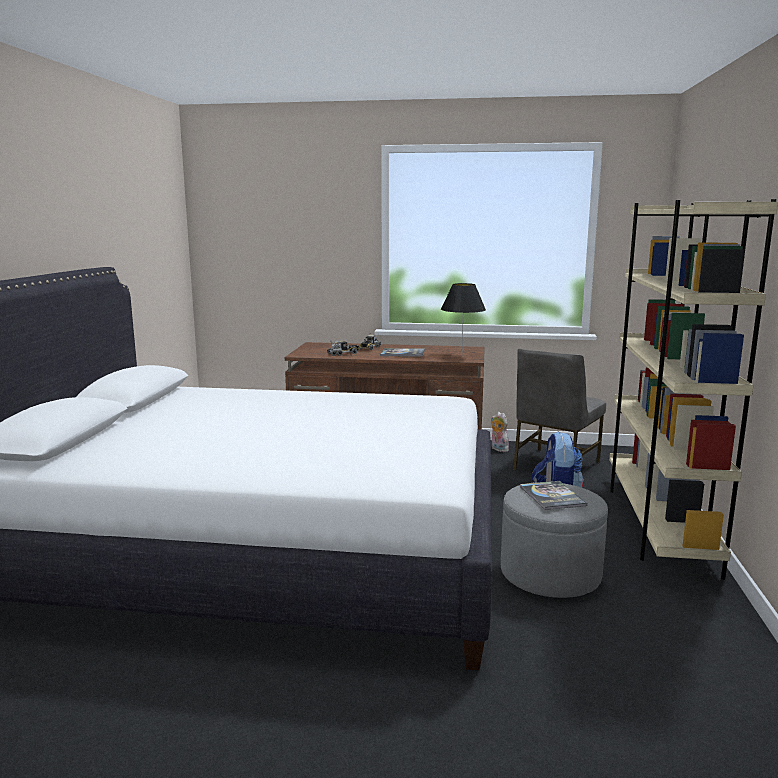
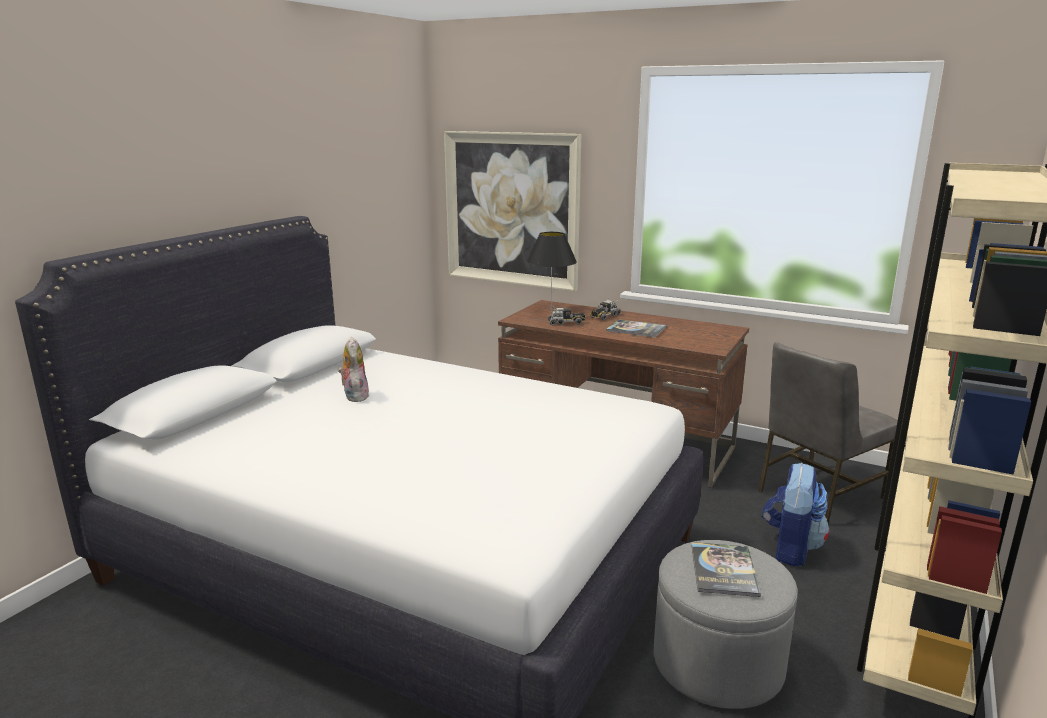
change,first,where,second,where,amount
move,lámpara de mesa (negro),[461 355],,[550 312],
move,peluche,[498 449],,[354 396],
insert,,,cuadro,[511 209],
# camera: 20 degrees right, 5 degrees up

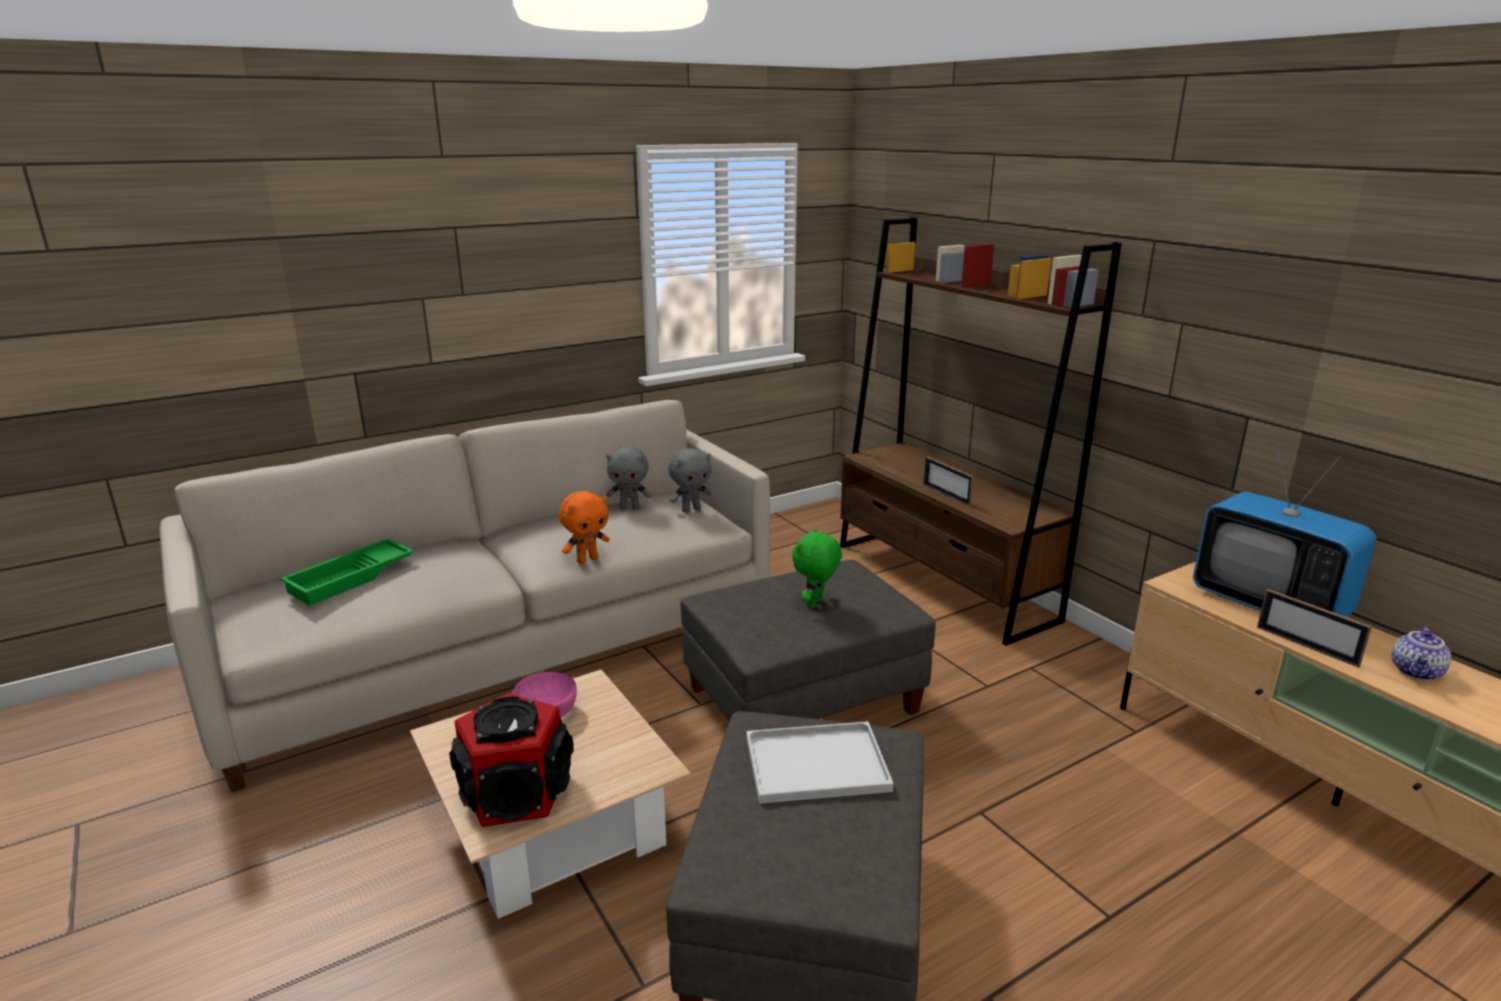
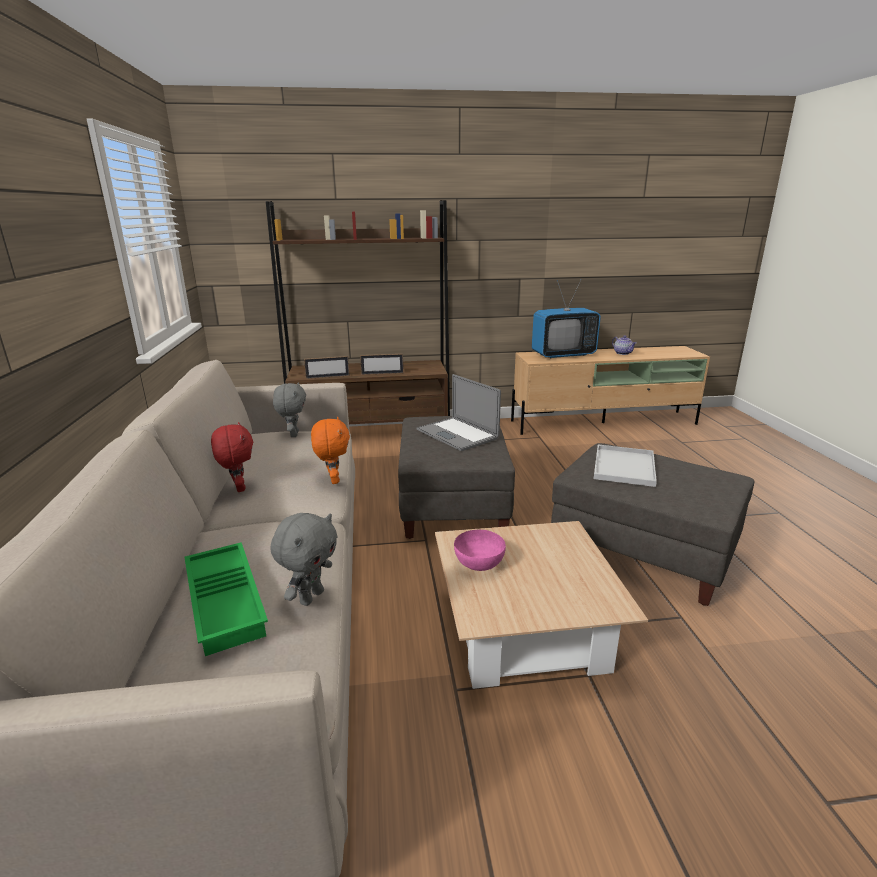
change,first,where,second,where,amount
move,peluche (gris),[630 508],,[311 597],
replace,peluche (verde),[815 604],portátil,[457 434],
move,portarretratos,[1306 646],,[327 377],
delete,altavoz,[517 793],,,
insert,,,peluche (rojo),[238 488],
# camera: 65 degrees left, 0 degrees up

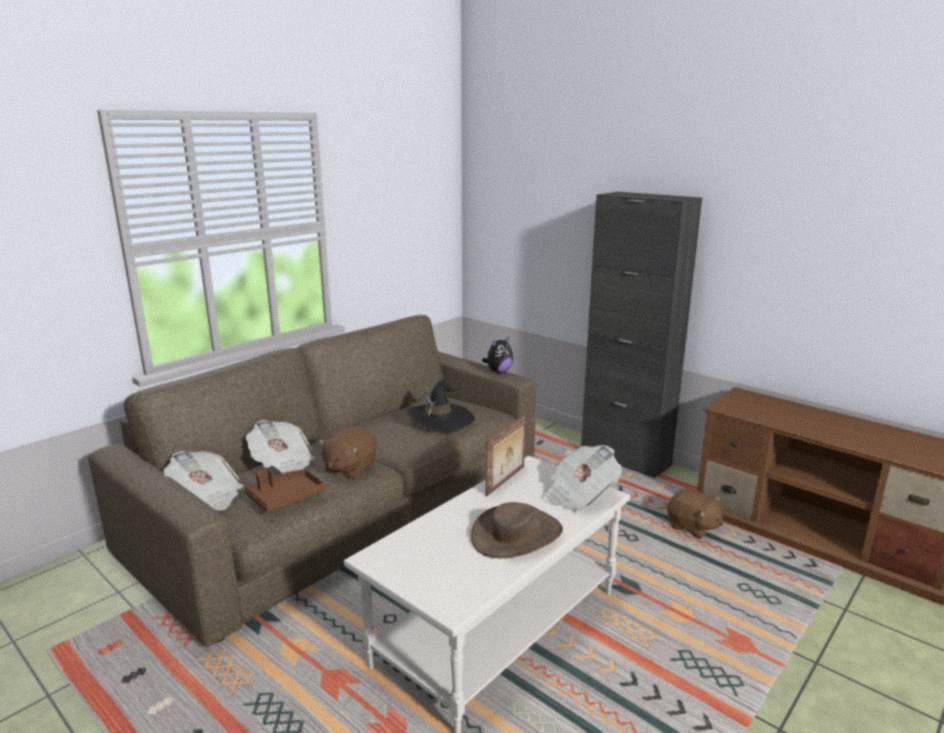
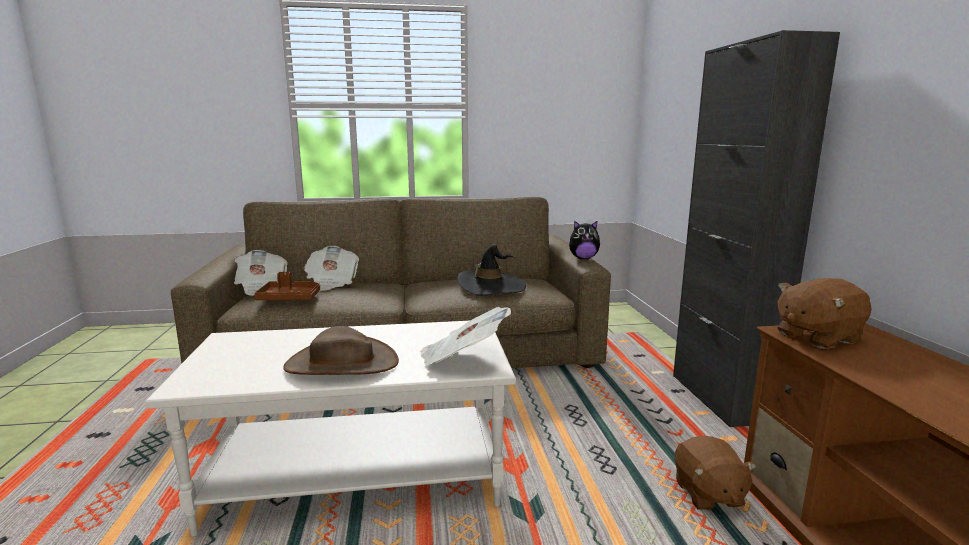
change,first,where,second,where,amount
delete,portarretratos,[506 481],,,
move,peluche (marrón),[349 469],,[816 337],
# camera: 40 degrees right, 5 degrees down

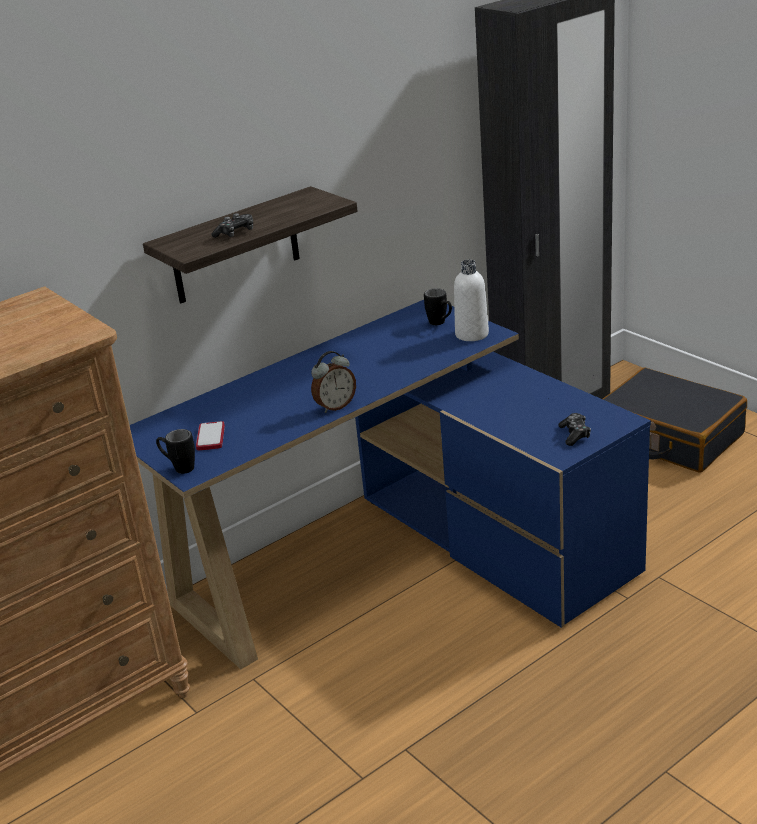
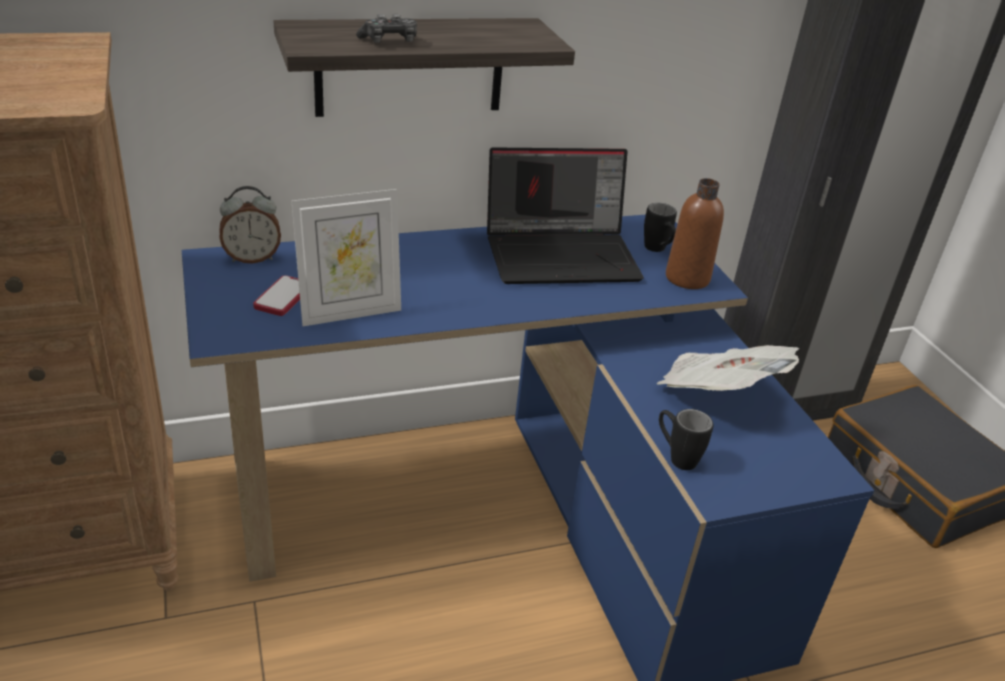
change,first,where,second,where,amount
recolor,botella (blanco),[472 334],botella (marrón),[687 278],
move,despertador,[335 406],,[252 258],
delete,mando de consola,[575 435],,,
move,taza grande (negro),[179 467],,[676 457],
insert,,,portátil,[562 254],
insert,,,portarretratos,[349 312],
insert,,,periódico,[717 393],
# camera: 15 degrees right, 5 degrees up

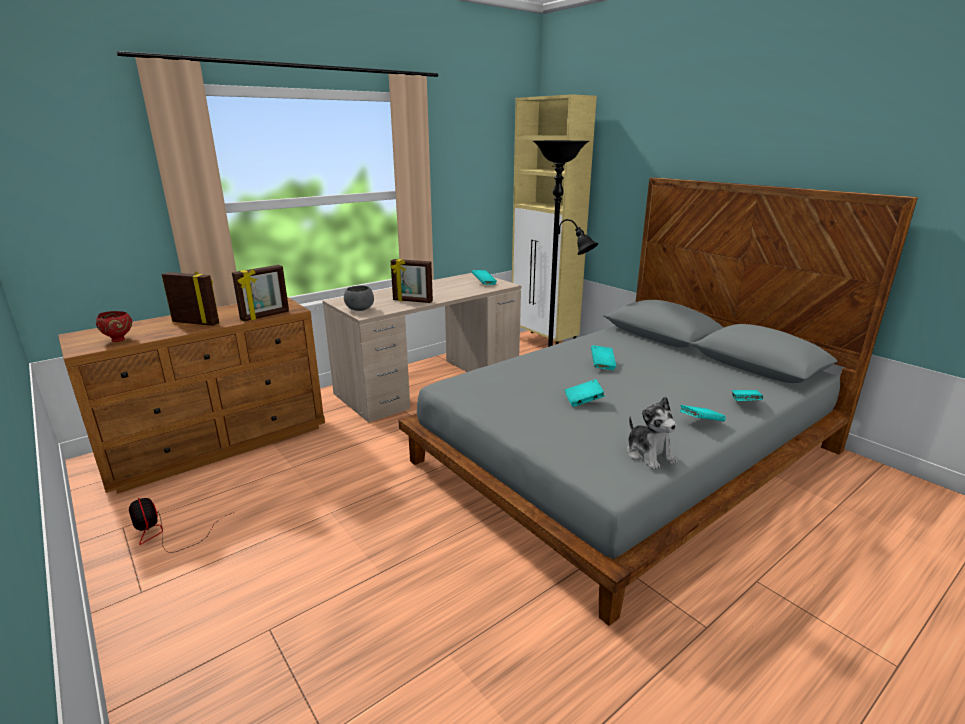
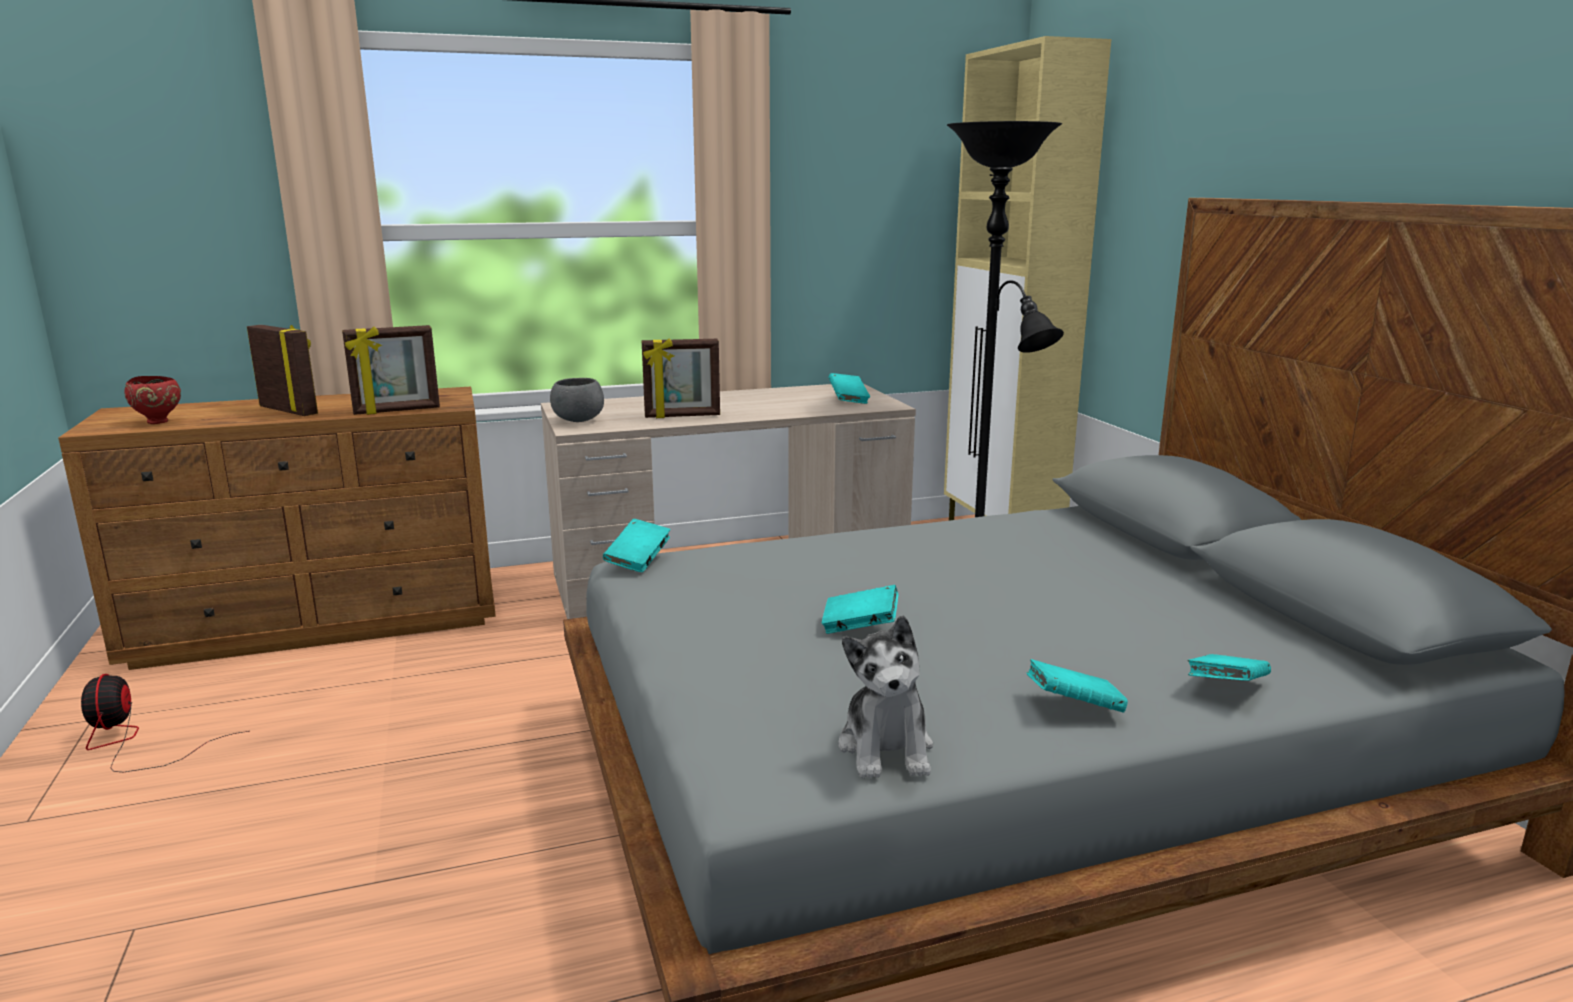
change,first,where,second,where,amount
rotate,portarretratos,[412 301],,[682 416],45 degrees counterclockwise
move,libro (turquesa),[602 365],,[638 561],
# camera: 20 degrees right, 5 degrees down

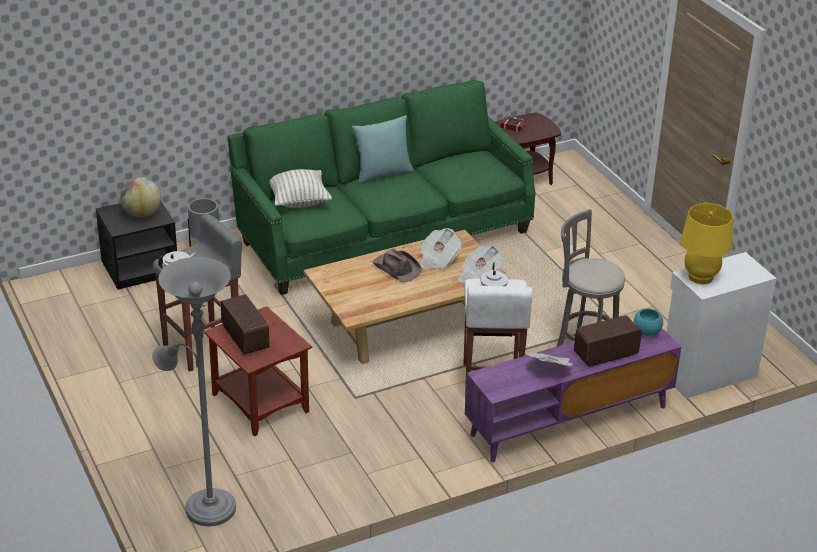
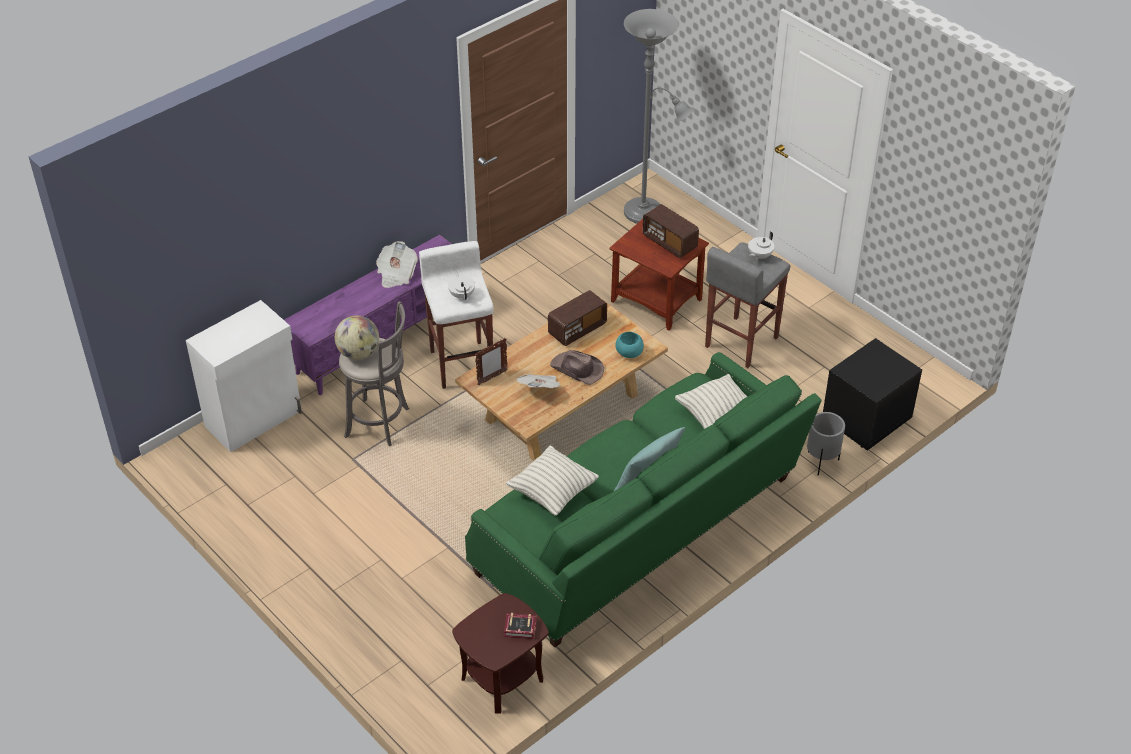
change,first,where,second,where,amount
move,globo terráqueo,[142 214],,[359 353],
delete,lámpara de mesa (amarillo),[700 277],,,
replace,periódico,[479 276],portarretratos,[492 378],
move,cuenco (turquesa),[647 331],,[629 353],
move,radio,[606 354],,[577 329],
insert,,,cojín,[552 492],
# camera: 165 degrees right, 10 degrees up

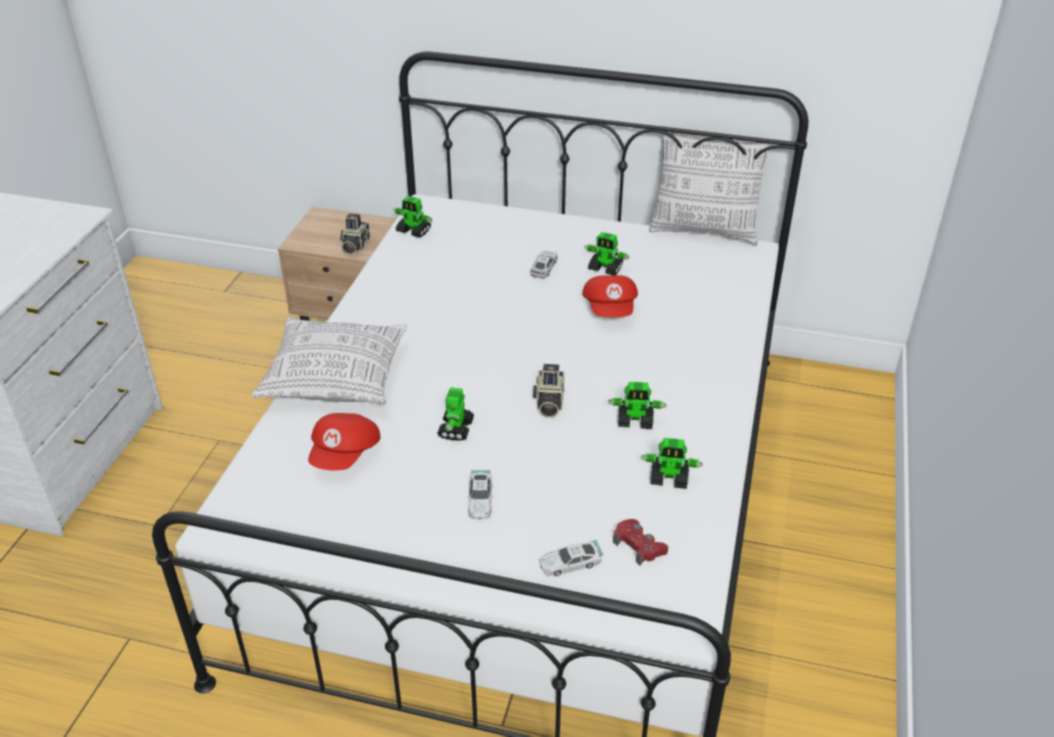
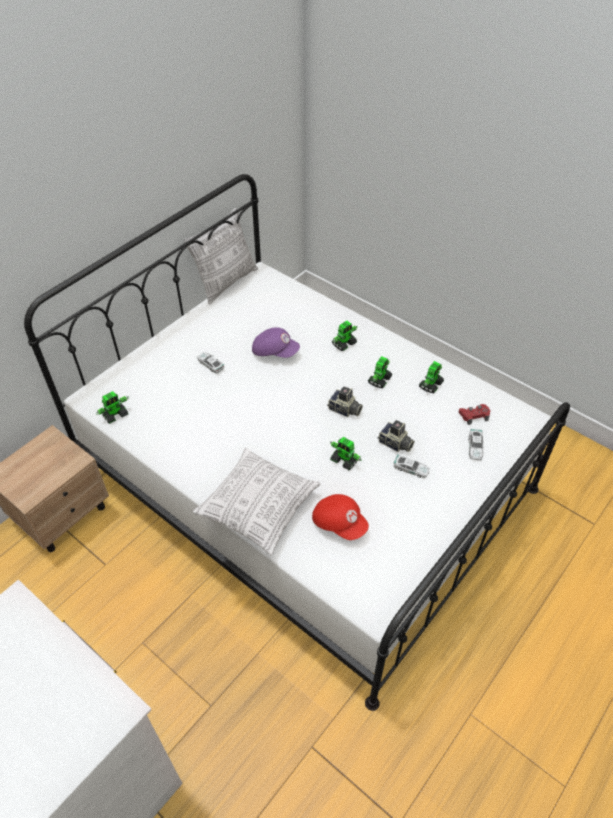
change,first,where,second,where,amount
move,cámara,[354 246],,[395 444],
move,robot de juguete,[605 268],,[344 343],
recolor,gorra (rojo),[610 309],gorra (morado),[275 351],
# camera: 65 degrees left, 10 degrees up

